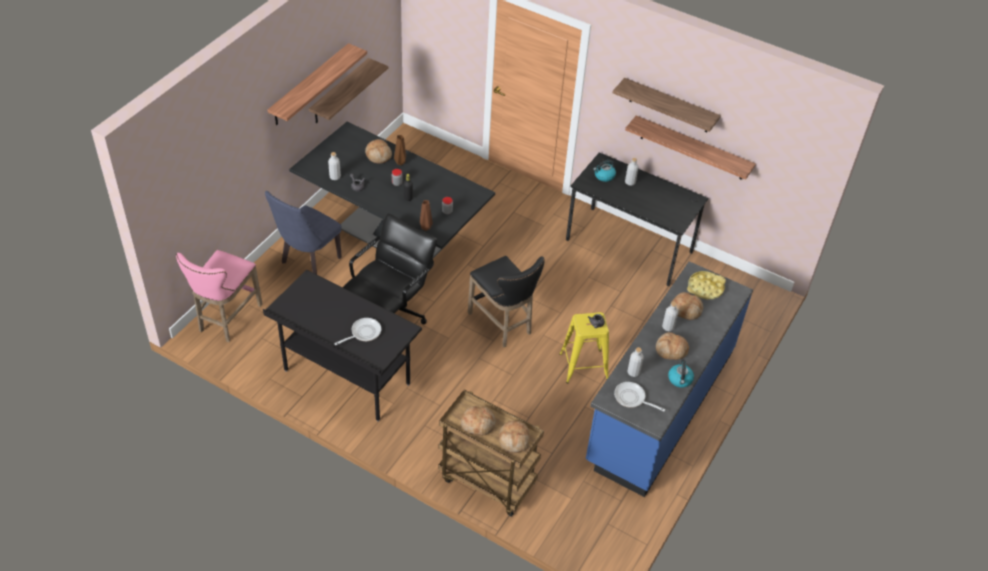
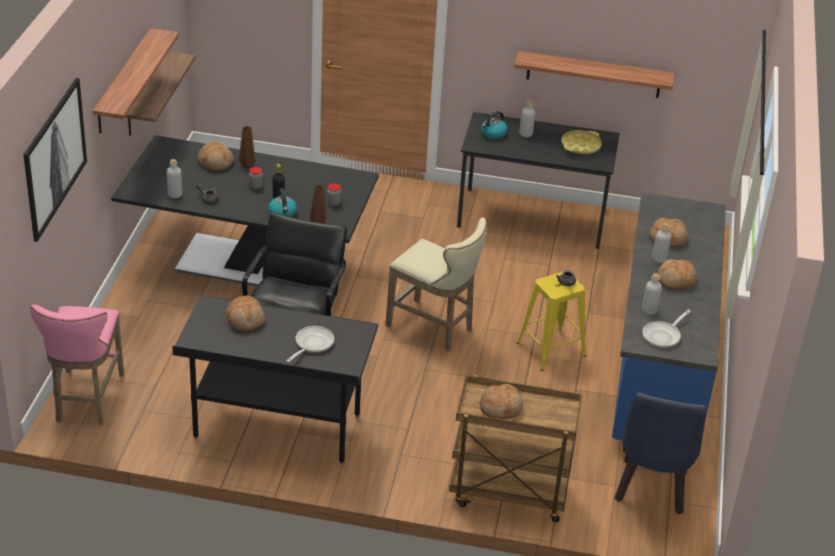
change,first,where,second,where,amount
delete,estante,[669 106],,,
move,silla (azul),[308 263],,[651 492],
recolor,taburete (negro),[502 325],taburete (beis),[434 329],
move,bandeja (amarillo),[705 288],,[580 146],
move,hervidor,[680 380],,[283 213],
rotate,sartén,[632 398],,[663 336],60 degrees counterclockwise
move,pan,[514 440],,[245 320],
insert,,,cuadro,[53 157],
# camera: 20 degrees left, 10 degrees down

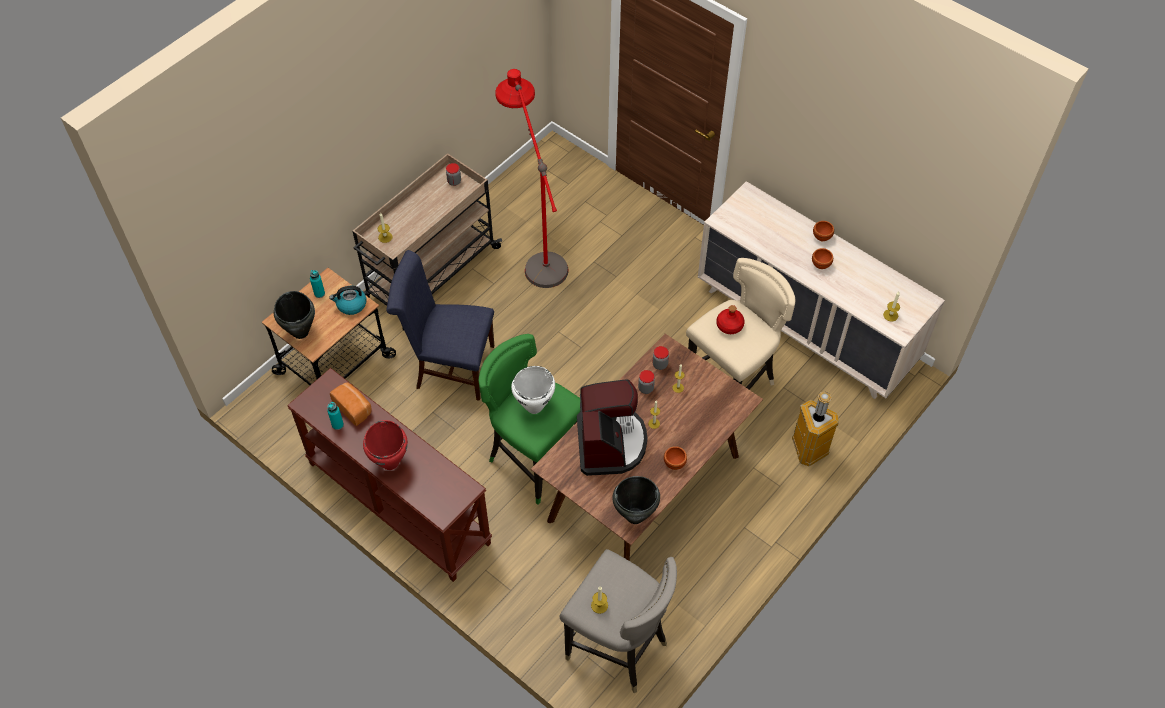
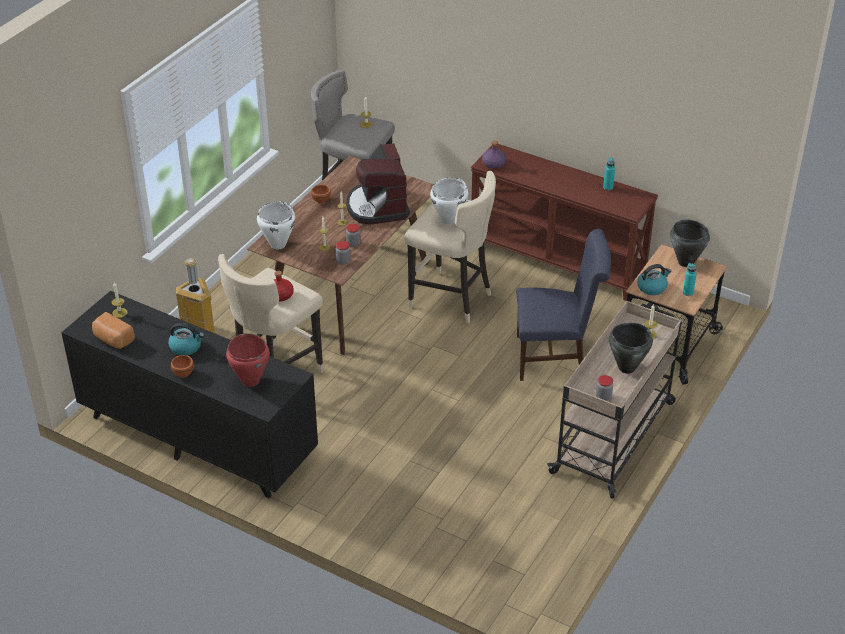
change,first,where,second,where,amount
delete,lámpara de pie (rojo),[536 247],,,
recolor,cómoda (beis),[806 326],cómoda (negro),[197 437],
replace,cuenco (marrón),[821 265],hervidor,[186 347],
recolor,taburete (verde),[534 460],taburete (beis),[451 299],
move,pan,[353 408],,[113 339],
move,olla (rojo),[390 462],,[250 381],
move,olla (negro),[635 516],,[626 367],
insert,,,botella (morado),[493 164],
insert,,,olla (blanco),[277 245],
# camera: 170 degrees right, 15 degrees down

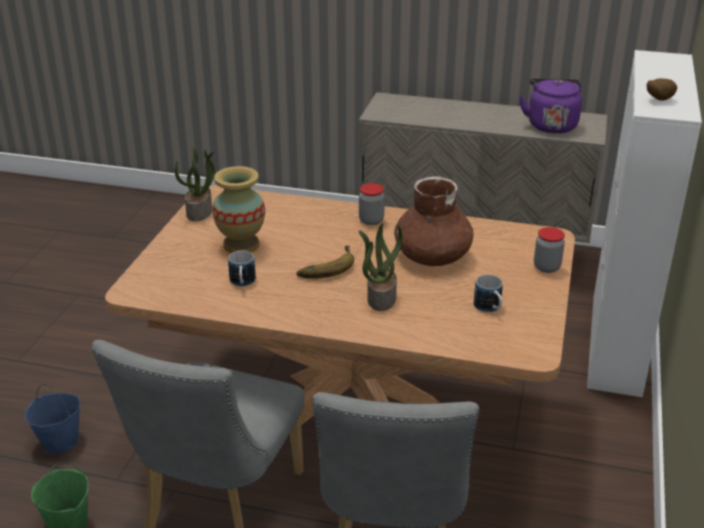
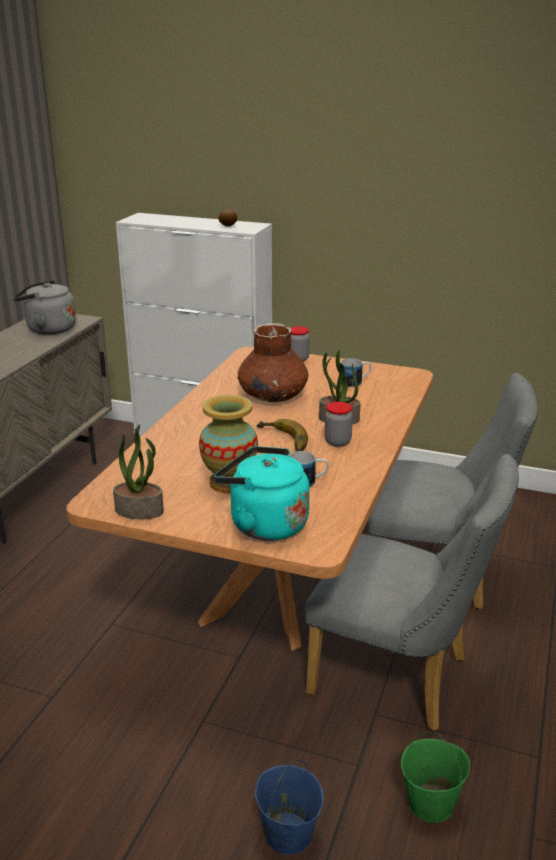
change,first,where,second,where,amount
recolor,hervidor (morado),[551 125],hervidor (gris),[48 329],
move,tarro,[371 220],,[337 441],
insert,,,hervidor (turquesa),[264 524],
# camera: 85 degrees left, 5 degrees down

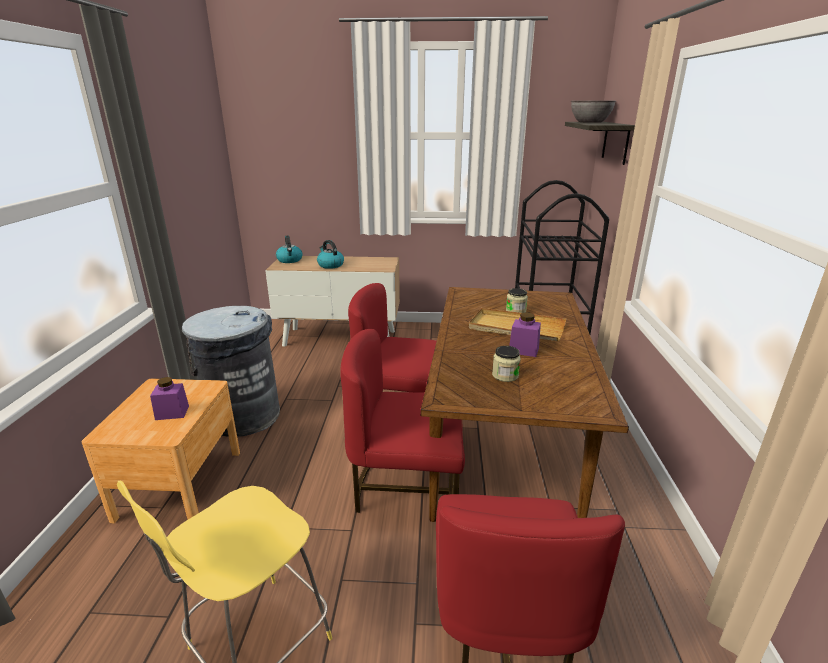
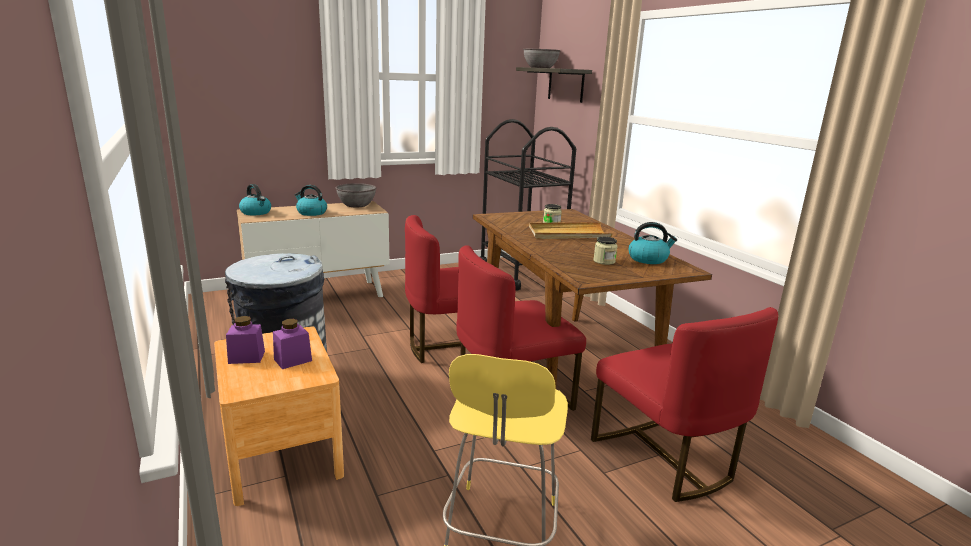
change,first,where,second,where,amount
move,tarro (morado),[523 350],,[246 357],
insert,,,cuenco (gris),[356 205],
insert,,,hervidor,[648 259],
# camera: 30 degrees left, 5 degrees down

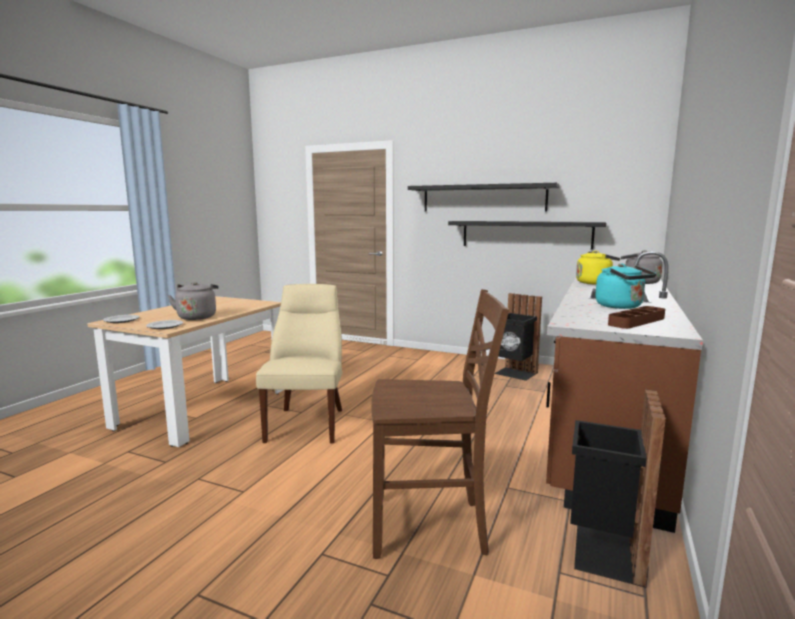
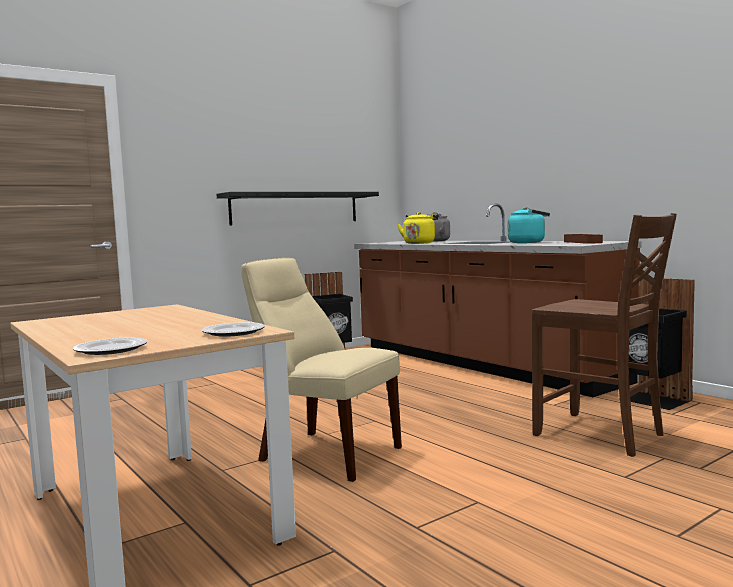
change,first,where,second,where,amount
delete,estante (negro),[483 198],,,
delete,hervidor (gris),[197 317],,,
rotate,silla (marrón),[431 527],,[601 435],105 degrees clockwise
# camera: 60 degrees left, 5 degrees down

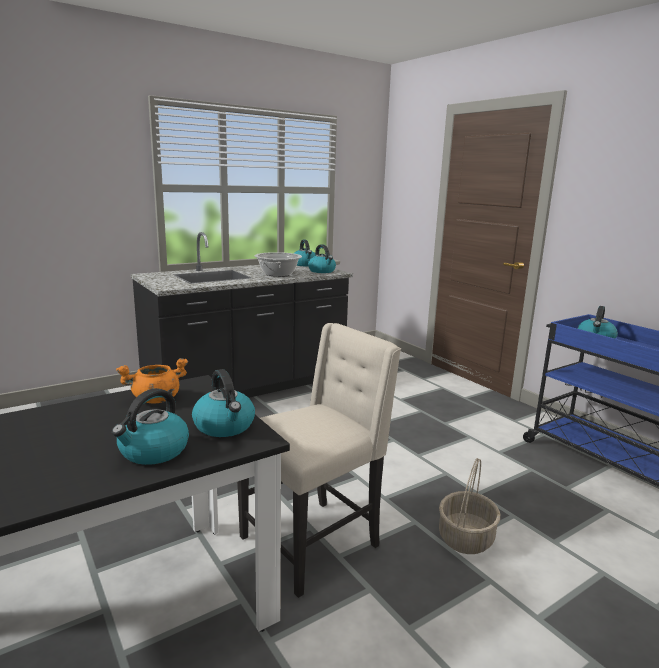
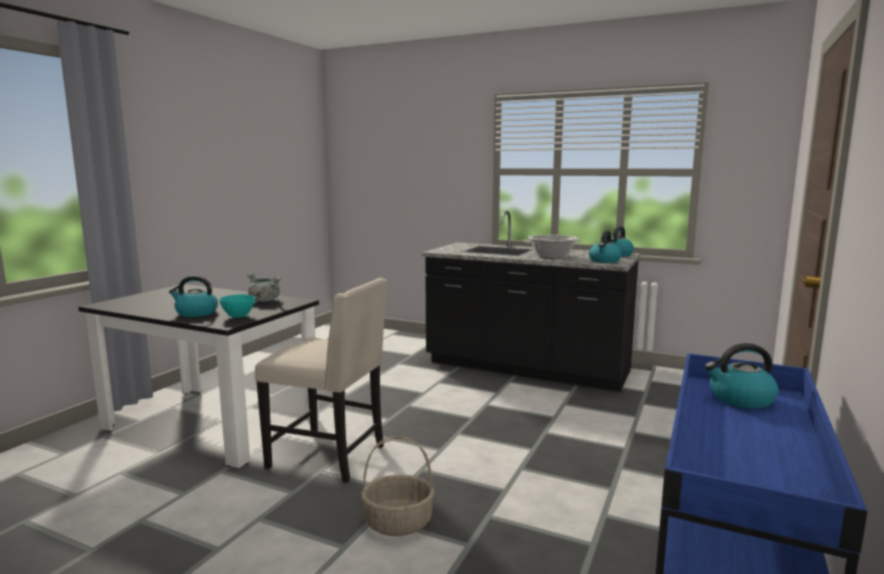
change,first,where,second,where,amount
recolor,olla (naranja),[156 400],olla (gris),[264 300],
replace,hervidor,[225 426],cuenco (turquesa),[239 316],
# camera: 60 degrees right, 5 degrees down

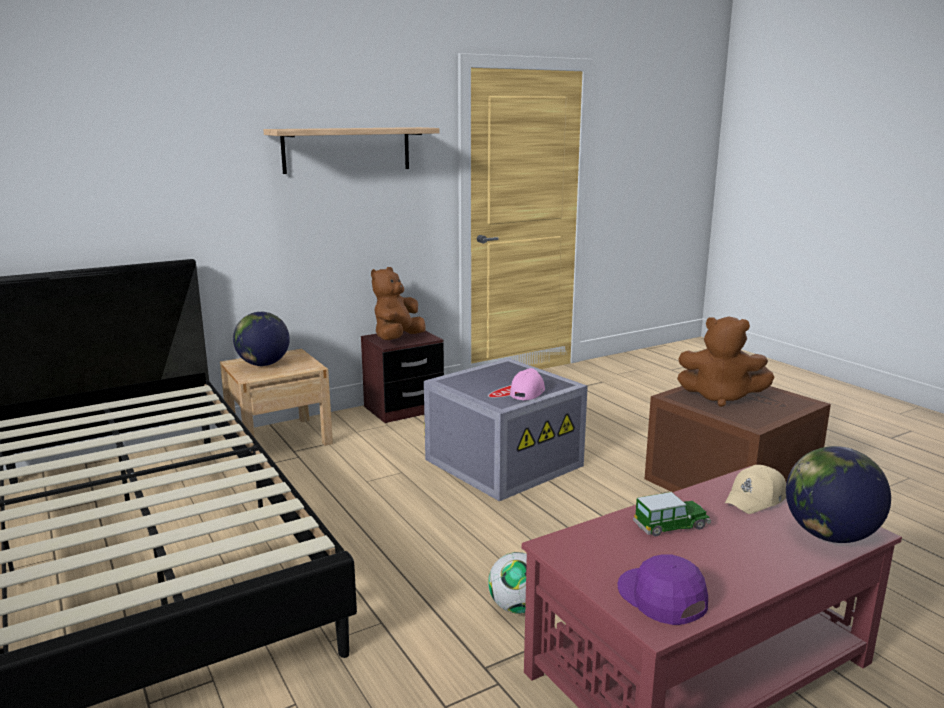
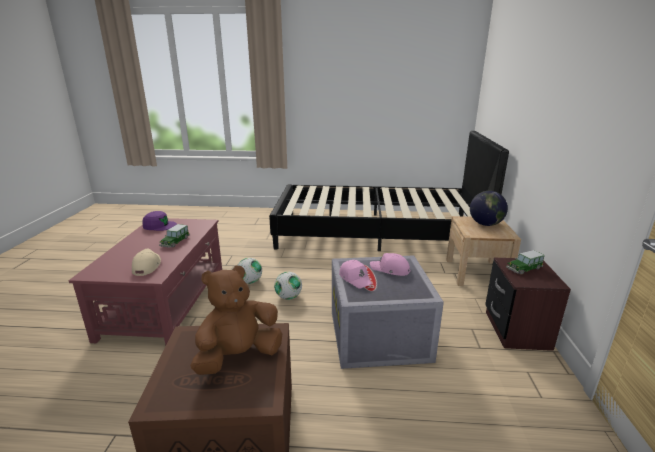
change,first,where,second,where,amount
delete,estante,[347 149],,,
replace,peluche (marrón),[397 339],coche de juguete,[524 269],
delete,globo terráqueo,[830 536],,,
insert,,,gorra (rosa),[390 269],
insert,,,balón de fútbol,[288 297],
# camera: 125 degrees right, 5 degrees up

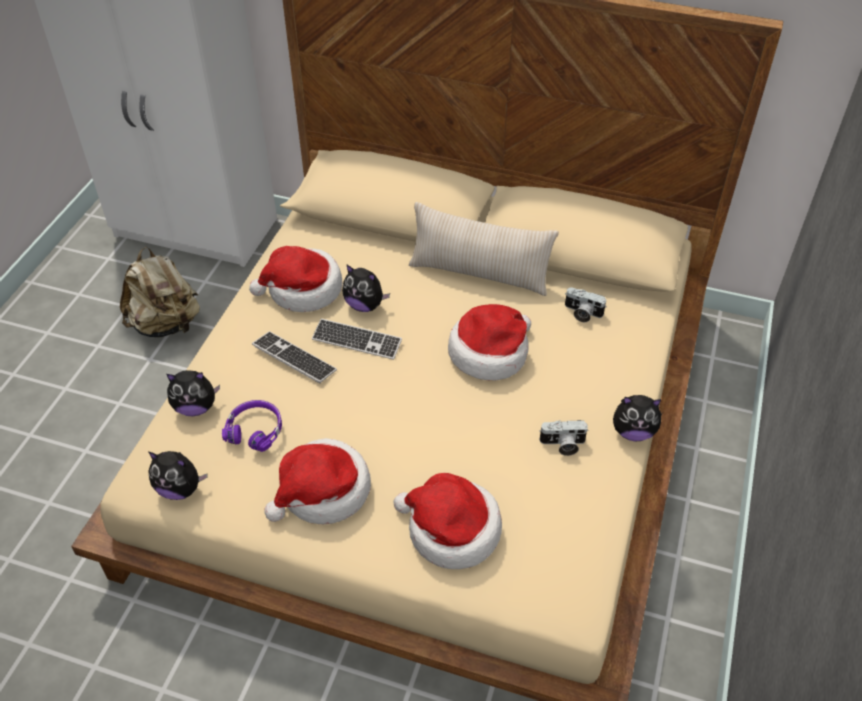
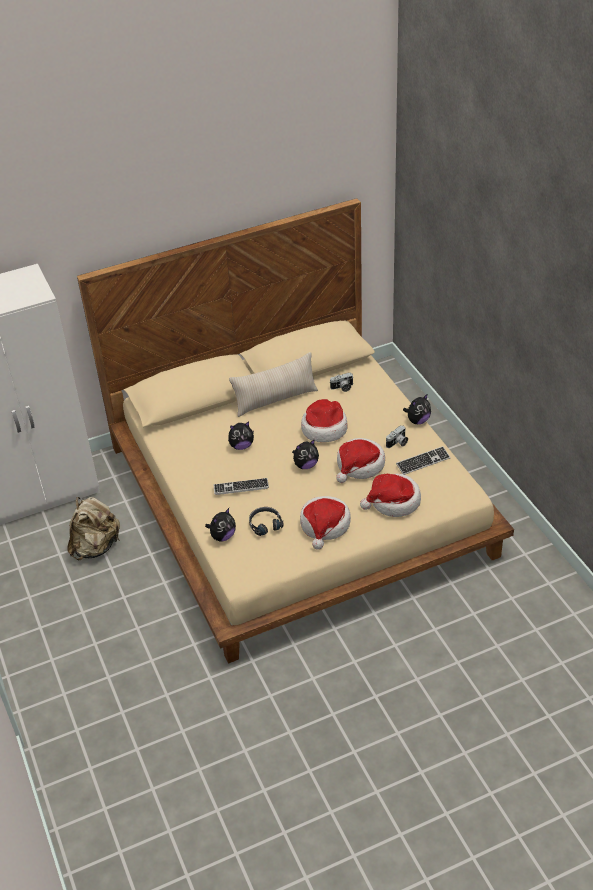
change,first,where,second,where,amount
move,sombrero,[302 290],,[359 466],
move,teclado,[356 341],,[423 461],
recolor,auriculares (morado),[255 429],auriculares (negro),[265 524],
move,peluche,[180 488],,[305 465],
# camera: 40 degrees left, 5 degrees down

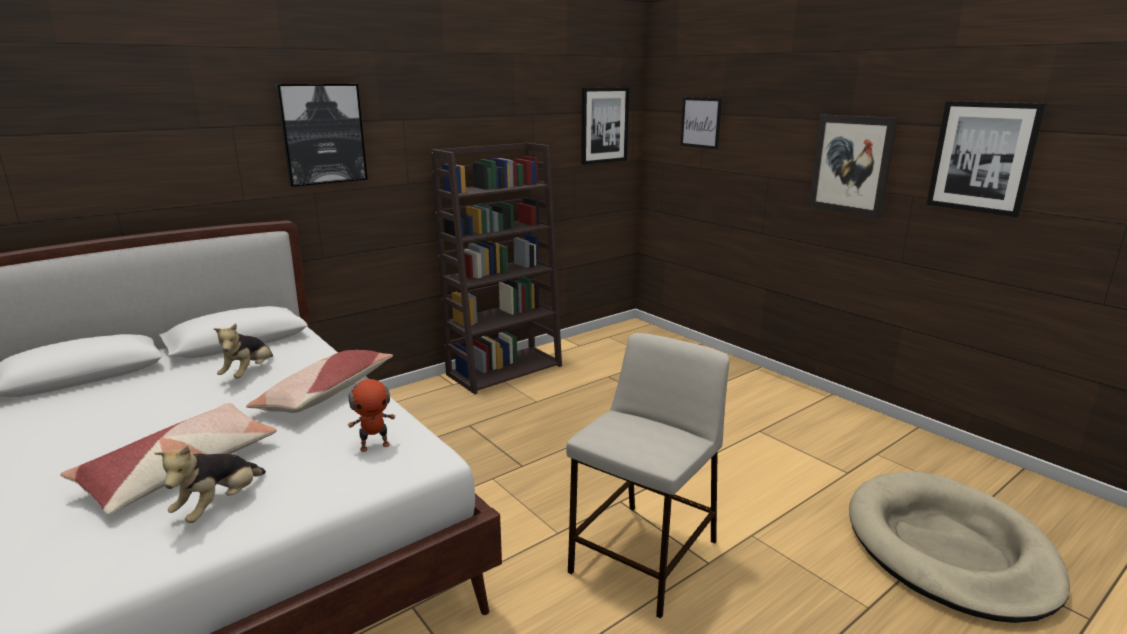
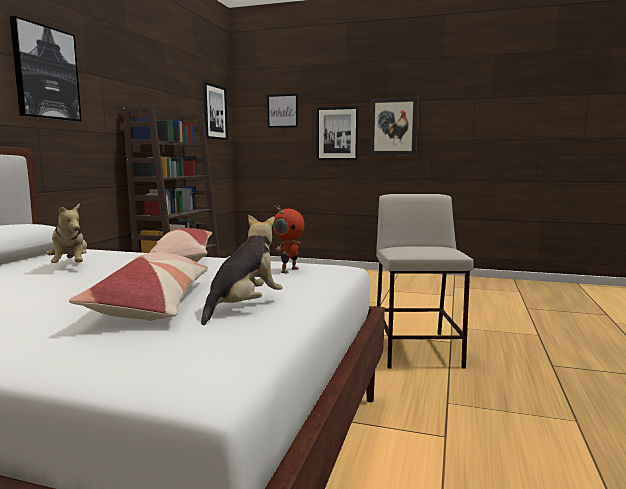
change,first,where,second,where,amount
move,cuadro,[982 157],,[337 134],
rotate,peluche,[219 505],,[244 307],135 degrees counterclockwise
delete,cama para perro (beis),[948 549],,,
# camera: 35 degrees left, 10 degrees down

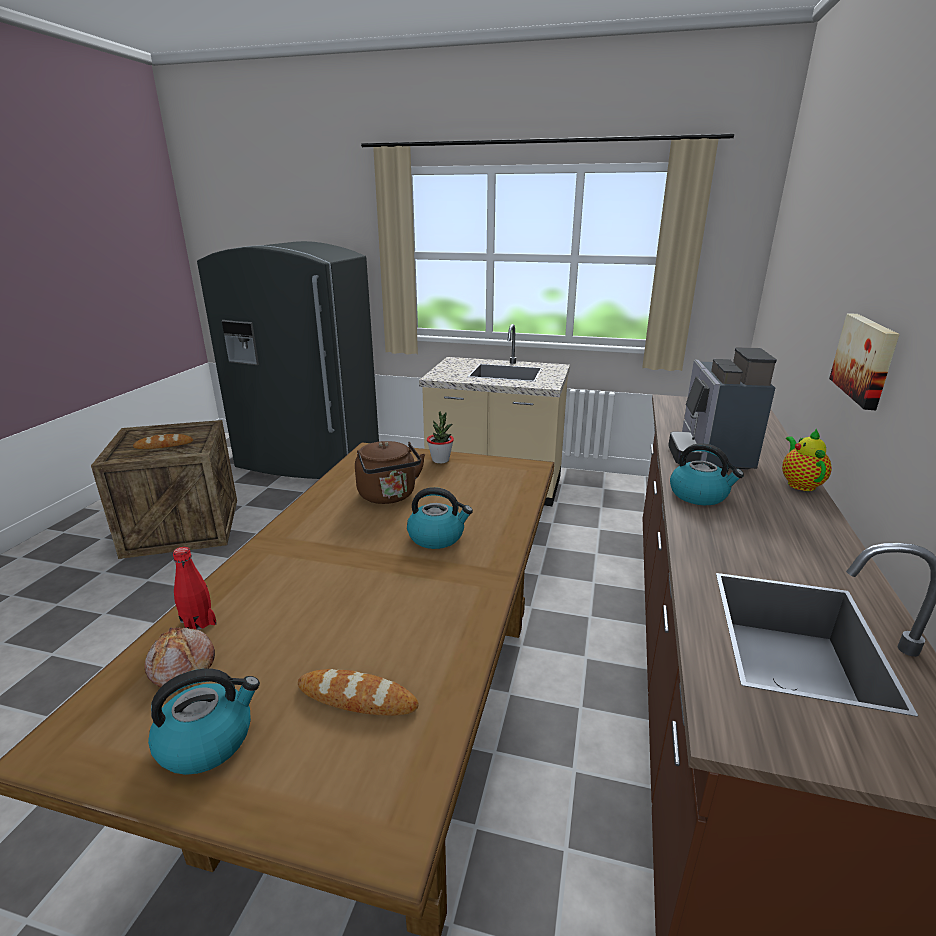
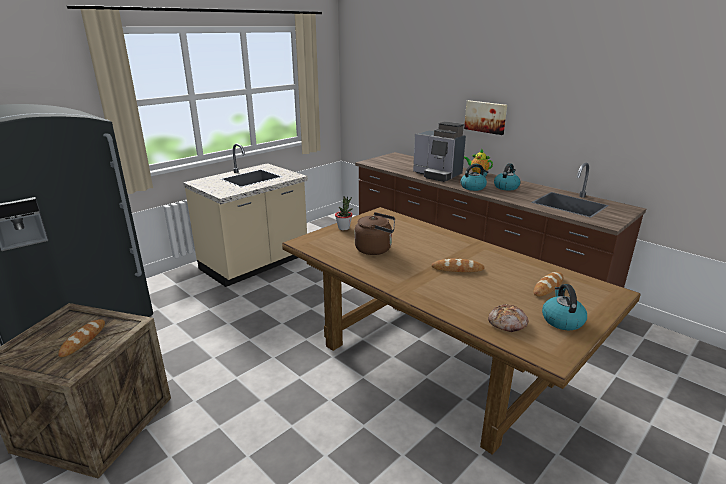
change,first,where,second,where,amount
move,hervidor,[437 537],,[506 187],
delete,botella (rojo),[198 622],,,
insert,,,pan,[457 269],
# camera: 60 degrees left, 0 degrees up

